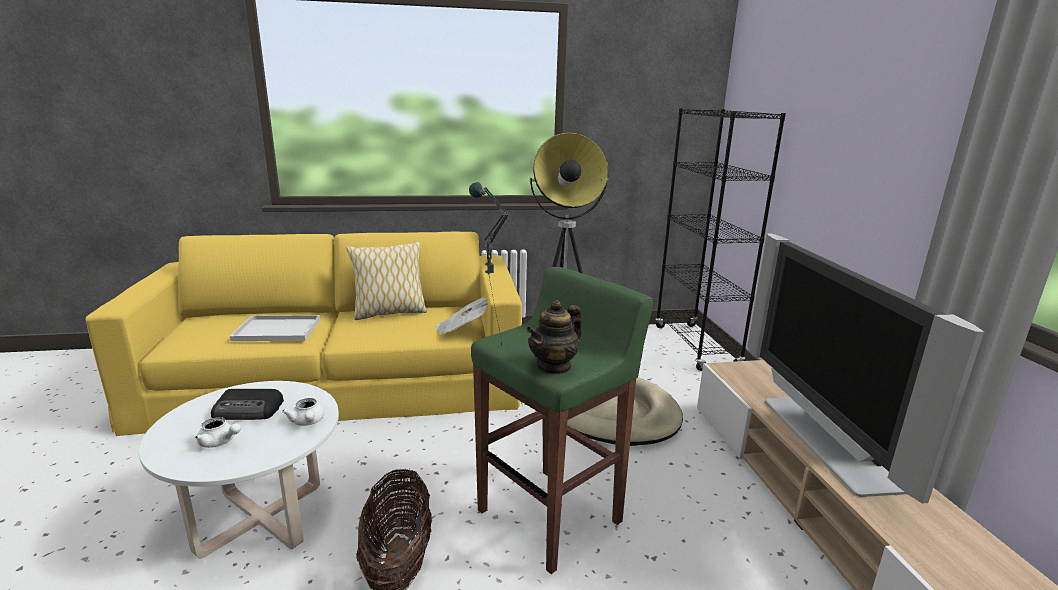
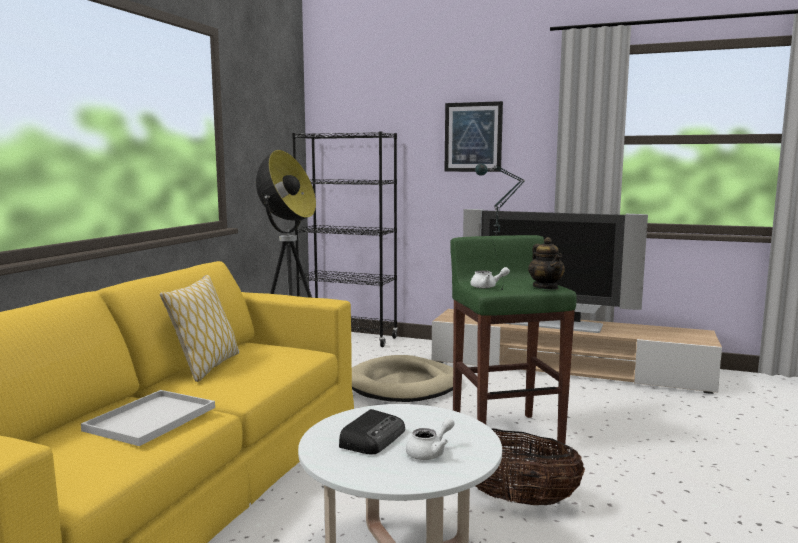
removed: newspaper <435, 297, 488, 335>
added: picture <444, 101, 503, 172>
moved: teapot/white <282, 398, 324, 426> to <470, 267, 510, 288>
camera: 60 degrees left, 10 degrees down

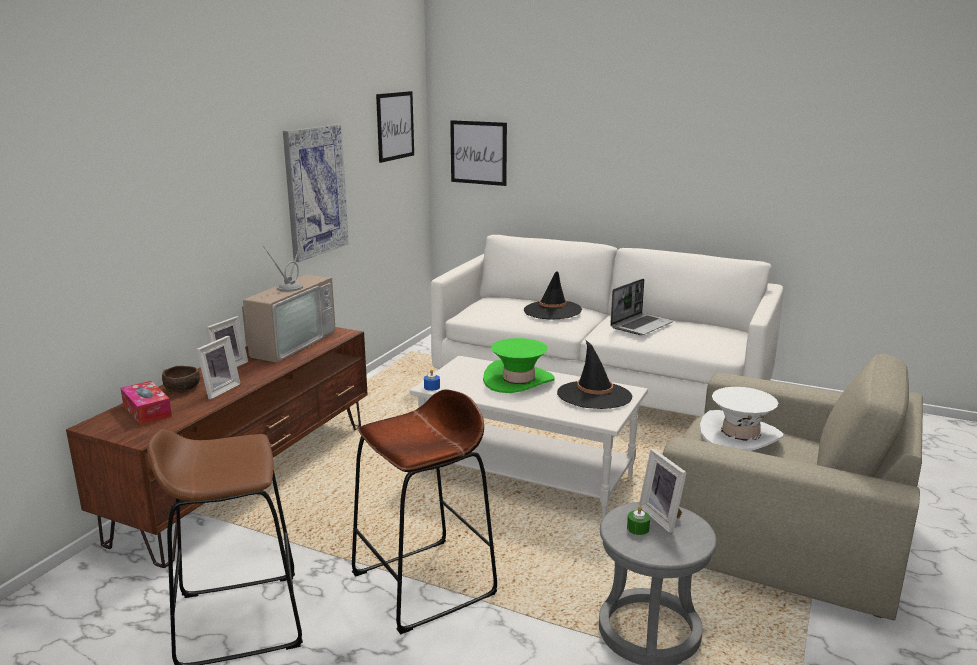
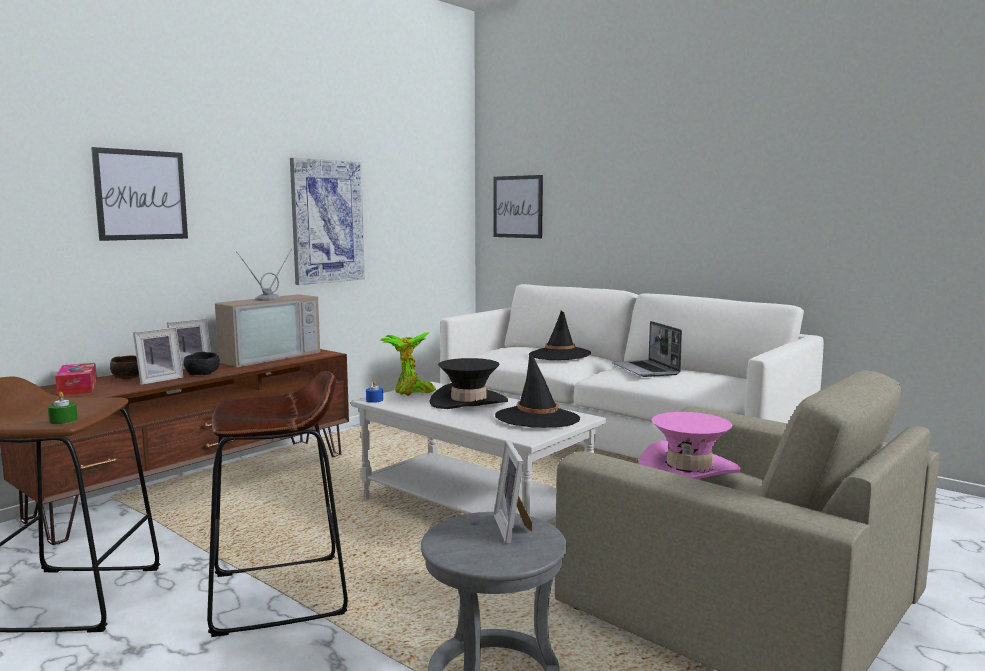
added: bowl/black <183, 352, 220, 375>; potted plant <379, 332, 436, 396>
moved: candle/green <627, 506, 650, 535> to <48, 392, 78, 424>; picture <376, 91, 414, 163> to <91, 147, 188, 241>
recoloured: hat/green <483, 338, 555, 393> to hat/black <429, 358, 508, 409>; hat/white <700, 387, 784, 451> to hat/pink <639, 412, 742, 479>
turned: laptop <610, 278, 674, 335> = <612, 321, 682, 377> 105 degrees clockwise
camera: 15 degrees right, 10 degrees down

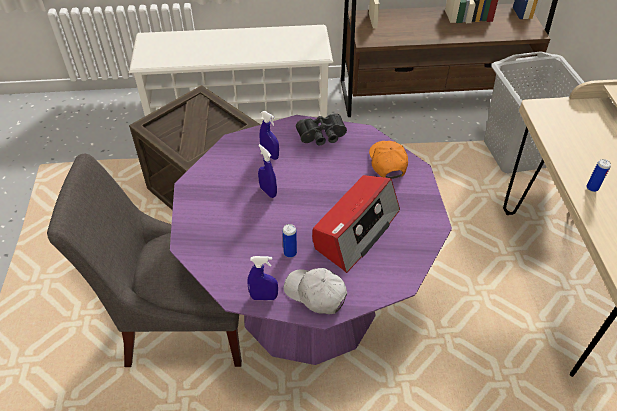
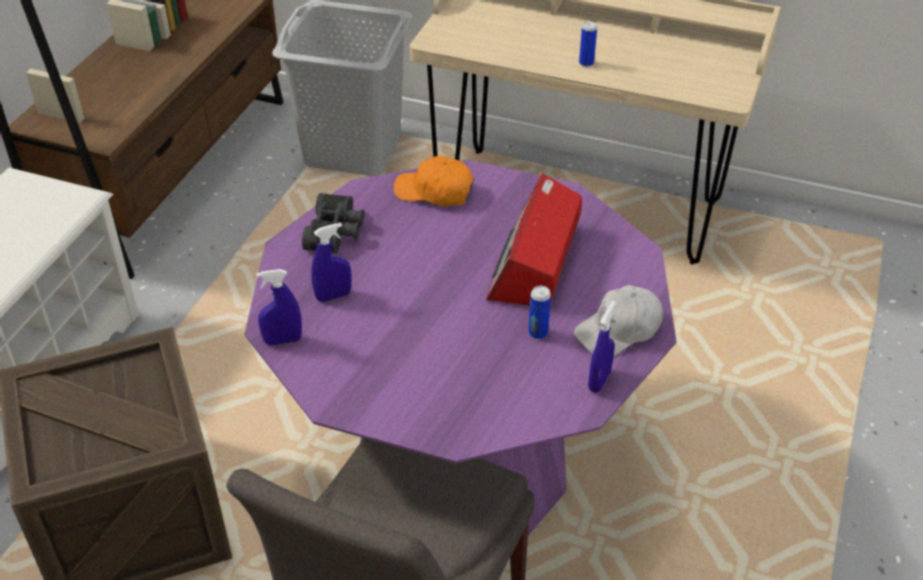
moved: spray bottle/blue <258, 144, 277, 198> to <256, 269, 302, 346>
turned: radio <312, 175, 400, 273> = <486, 174, 582, 305> 135 degrees counterclockwise
camera: 65 degrees left, 5 degrees down

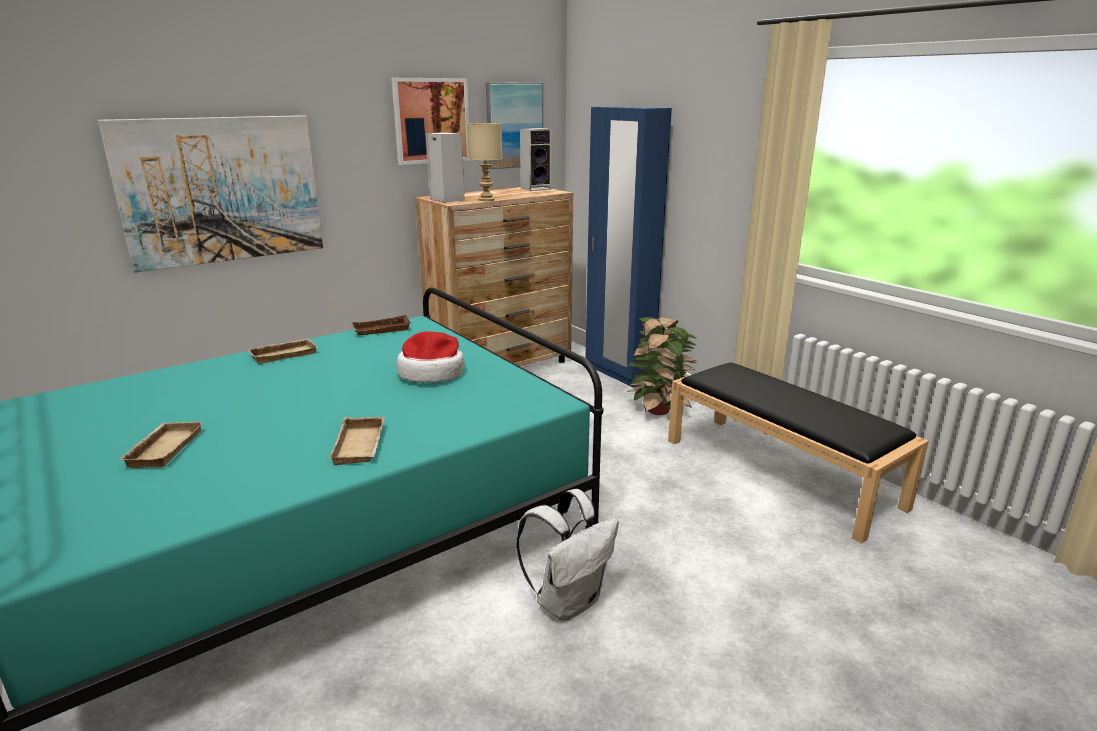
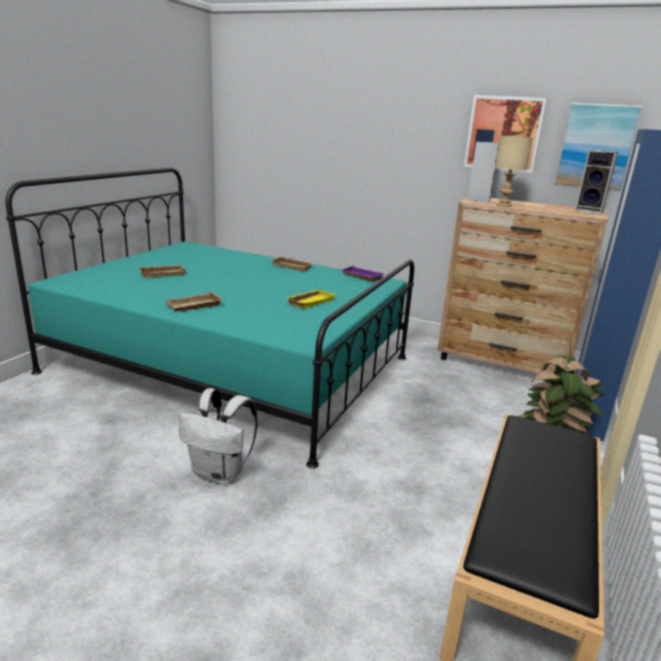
removed: picture <98, 115, 323, 273>
replaced: hat <396, 331, 464, 383> to tray/yellow <287, 290, 336, 309>
recoloured: tray/brown <352, 315, 411, 335> to tray/purple <341, 266, 384, 282>
camera: 60 degrees right, 0 degrees up

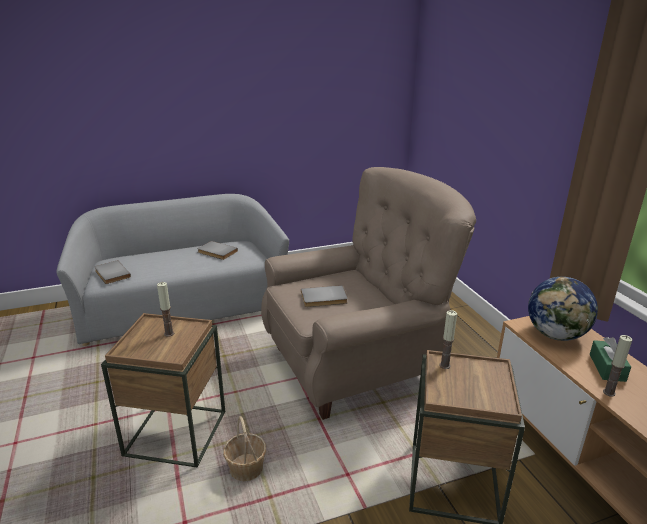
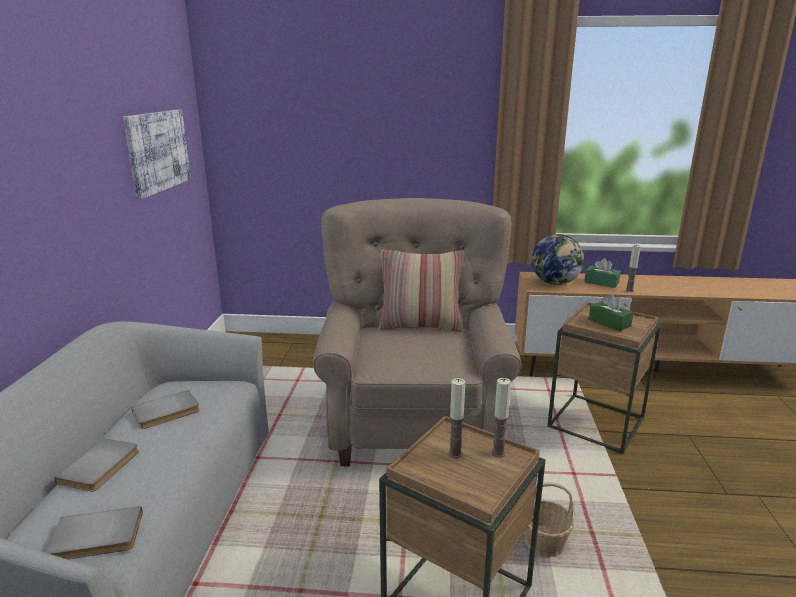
added: picture <123, 110, 191, 199>; pillow <379, 249, 464, 332>; tissue box/green <589, 294, 633, 332>
moved: book/grey <301, 285, 348, 307> to <54, 438, 139, 491>; candle <439, 310, 457, 369> to <491, 378, 511, 458>
camera: 65 degrees left, 5 degrees down

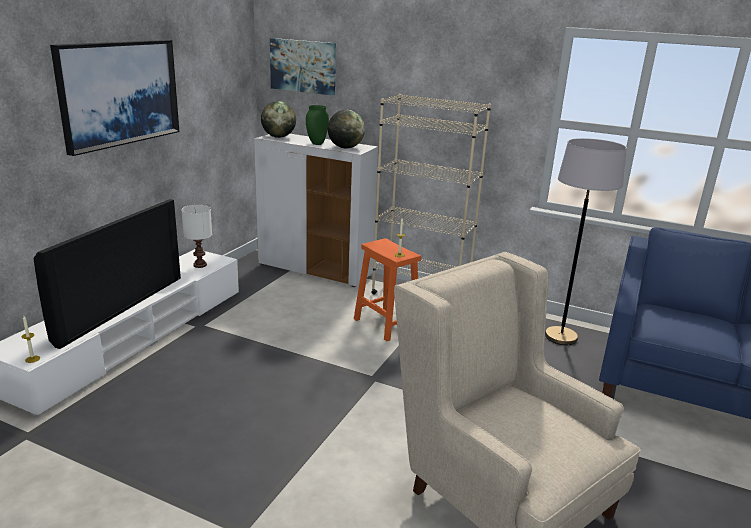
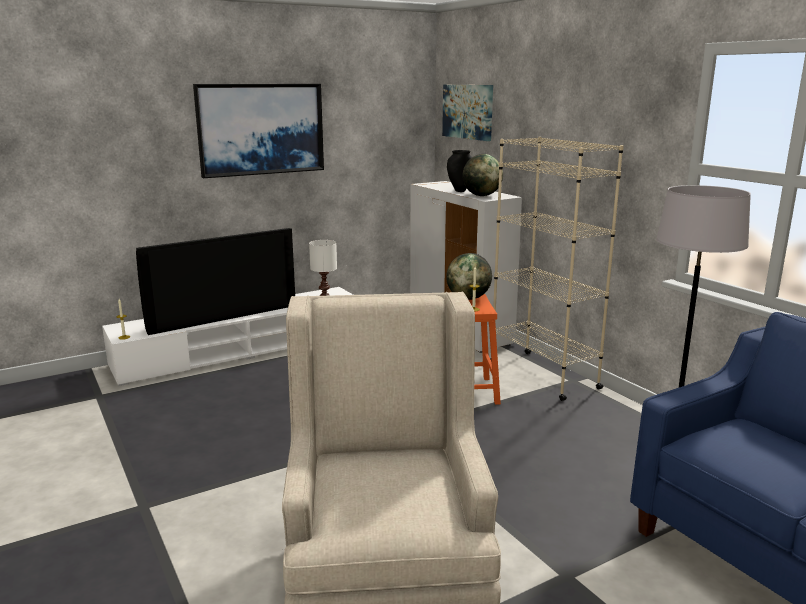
moved: globe <261, 101, 296, 138> to <446, 253, 492, 300>
recoloured: vase/green <306, 105, 329, 145> to vase/black <447, 150, 472, 192>
camera: 35 degrees right, 5 degrees down

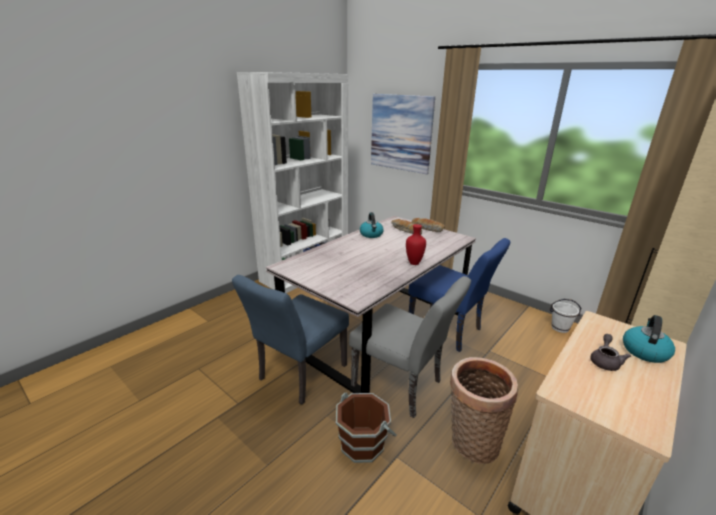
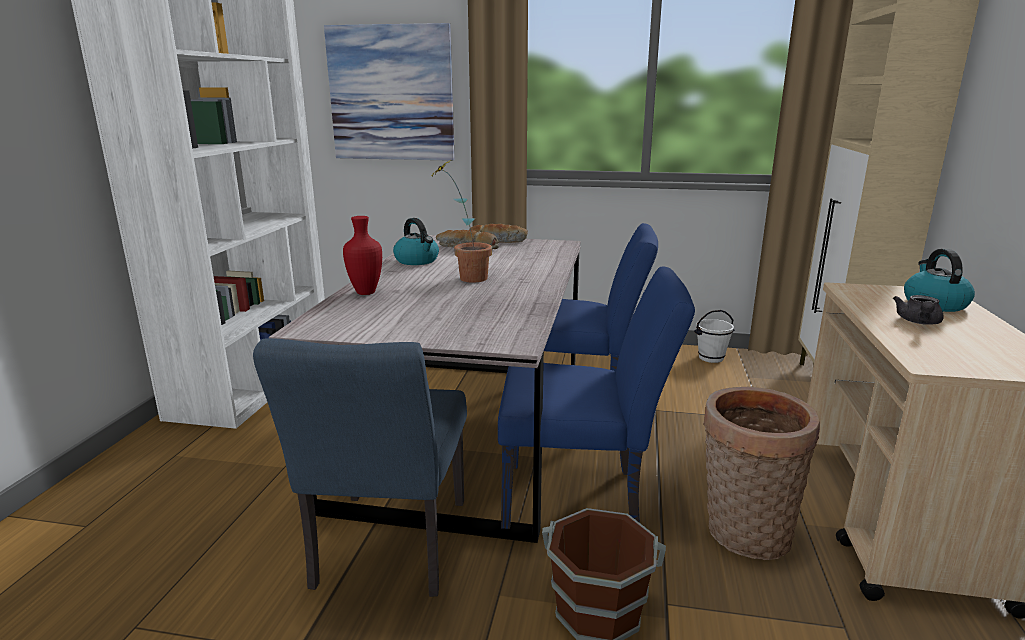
added: potted plant <431, 160, 492, 282>
moved: vase/red <406, 224, 426, 265> to <343, 216, 382, 295>
recoloured: chair/grey <349, 276, 471, 418> to chair/blue <498, 266, 695, 529>
turned: teapot/grey <590, 334, 631, 371> = <893, 295, 944, 325> 150 degrees counterclockwise
camera: 30 degrees left, 5 degrees down

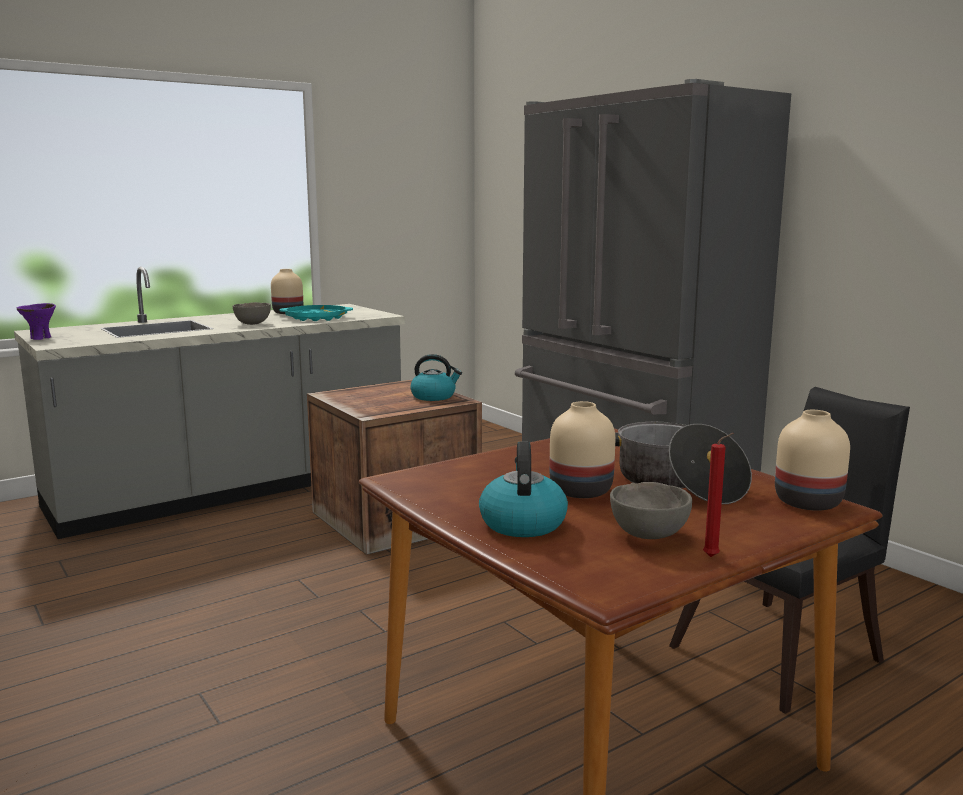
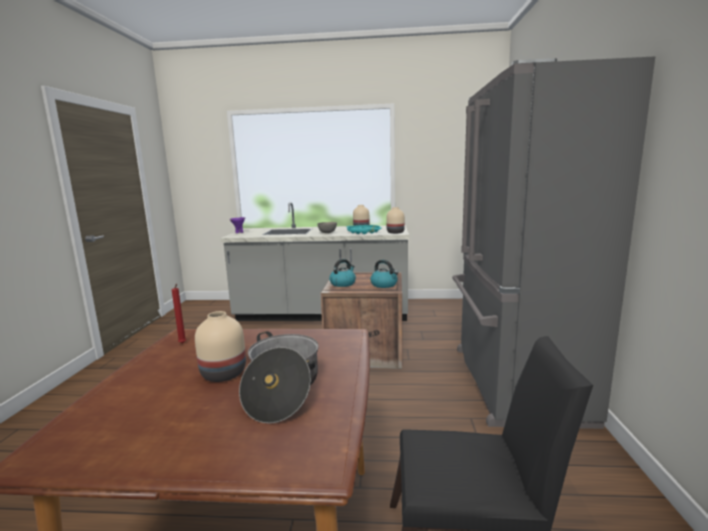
removed: bowl/grey <610, 482, 692, 539>
moved: candle/red <703, 433, 734, 557> to <172, 284, 186, 343>; kettle <479, 442, 568, 537> to <329, 259, 356, 287>; vase/beige <775, 410, 850, 511> to <386, 207, 405, 234>
camera: 40 degrees right, 0 degrees up

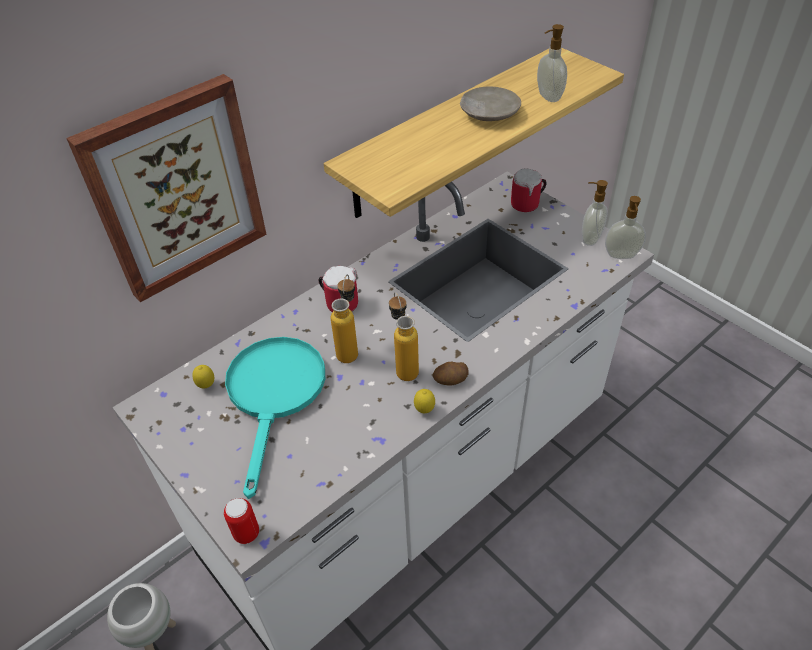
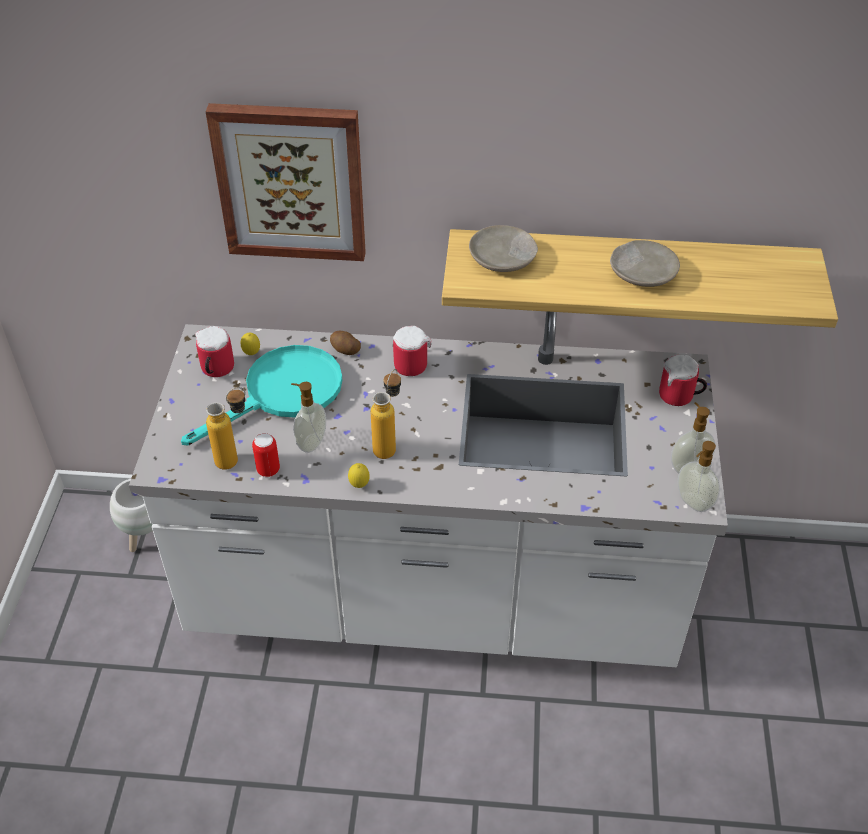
added: mug <195, 326, 234, 377>; plate/beige <469, 225, 538, 272>
moved: bottle <331, 274, 358, 363> to <206, 387, 246, 470>; can <224, 498, 259, 544> to <252, 433, 280, 477>; soap dispenser <537, 24, 567, 102> to <291, 382, 326, 453>; potato <433, 362, 468, 386> to <330, 331, 361, 355>
camera: 45 degrees right, 0 degrees up

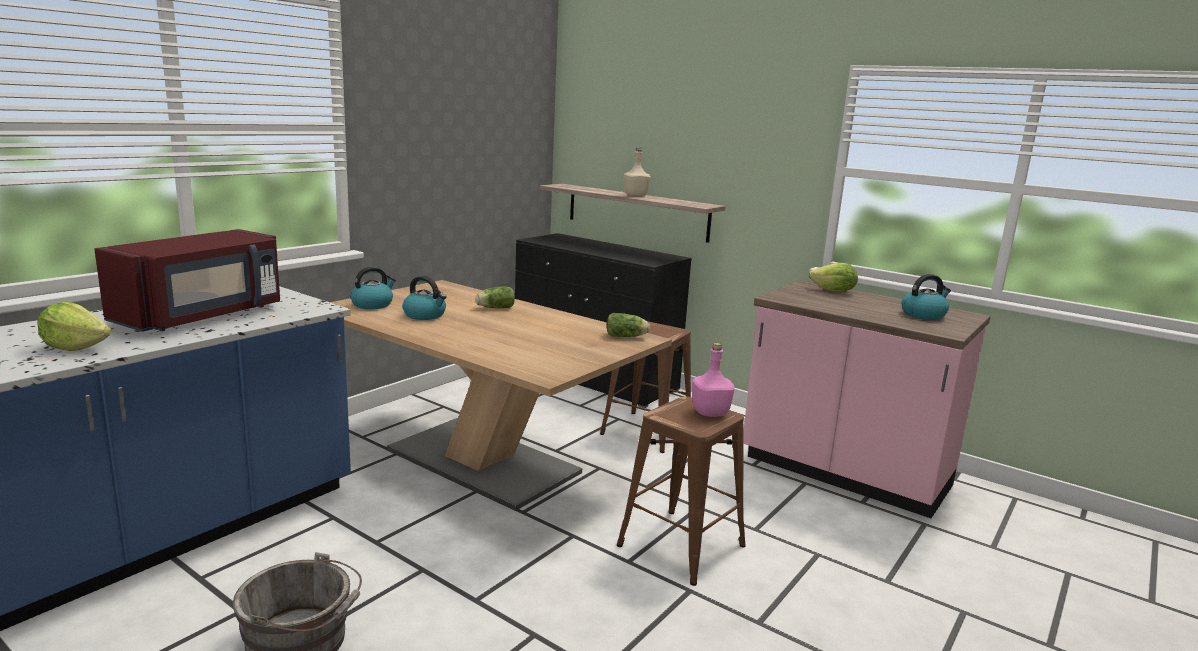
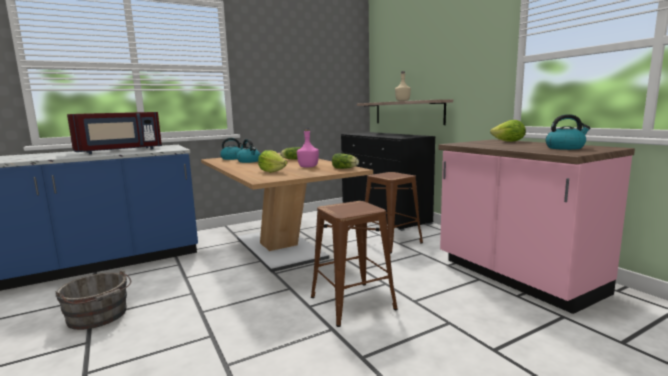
moved: lettuce <37, 302, 111, 351> to <258, 150, 287, 173>; bottle/pink <692, 343, 734, 417> to <297, 128, 319, 167>
camera: 25 degrees right, 5 degrees down

